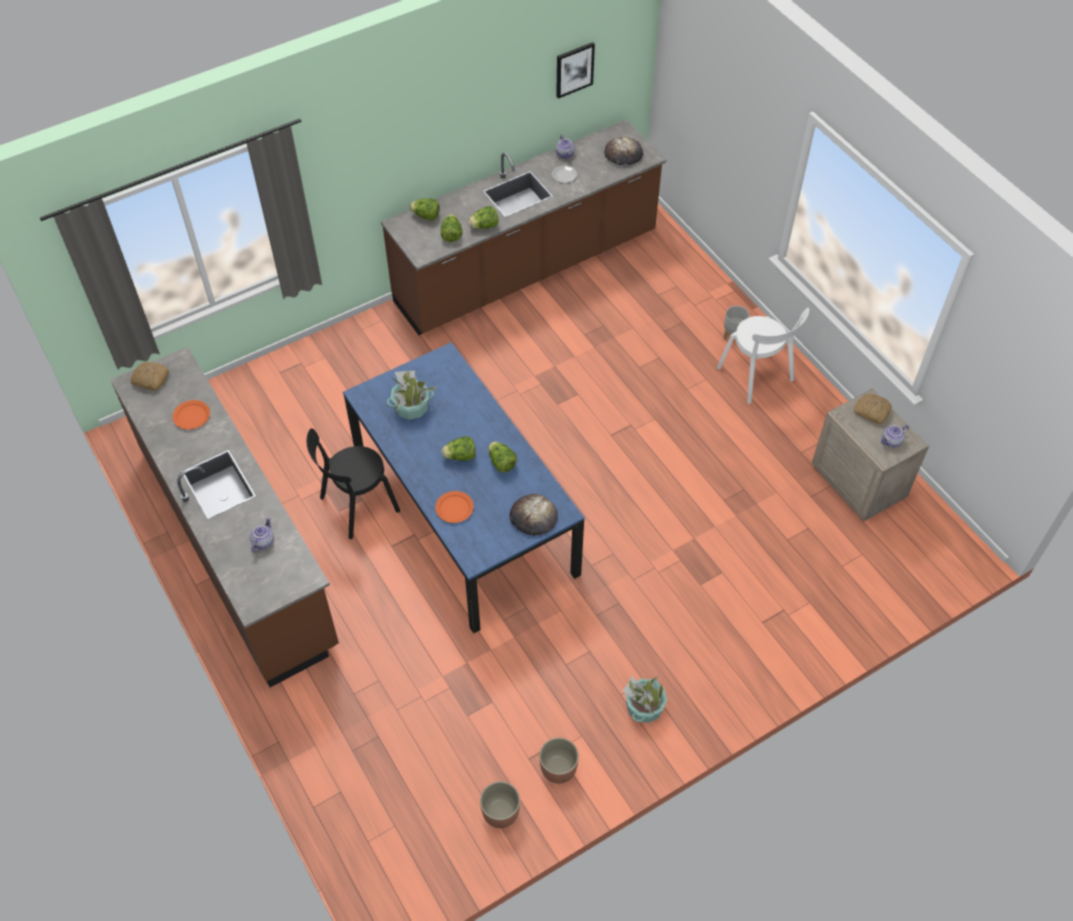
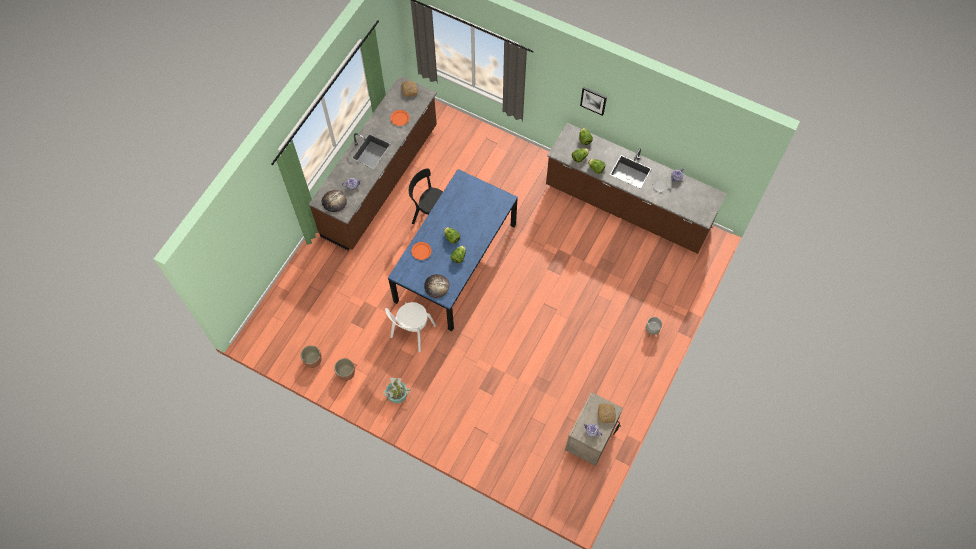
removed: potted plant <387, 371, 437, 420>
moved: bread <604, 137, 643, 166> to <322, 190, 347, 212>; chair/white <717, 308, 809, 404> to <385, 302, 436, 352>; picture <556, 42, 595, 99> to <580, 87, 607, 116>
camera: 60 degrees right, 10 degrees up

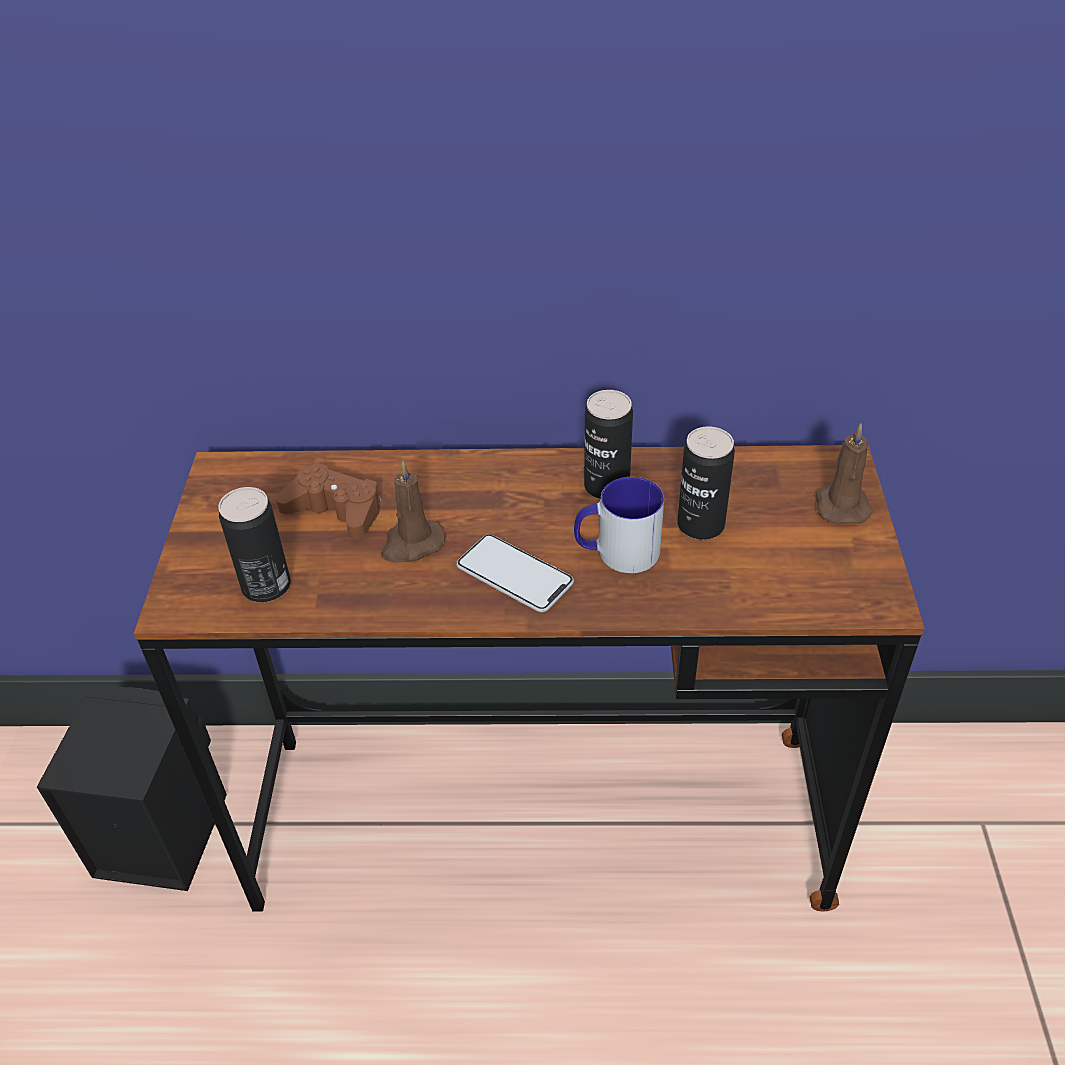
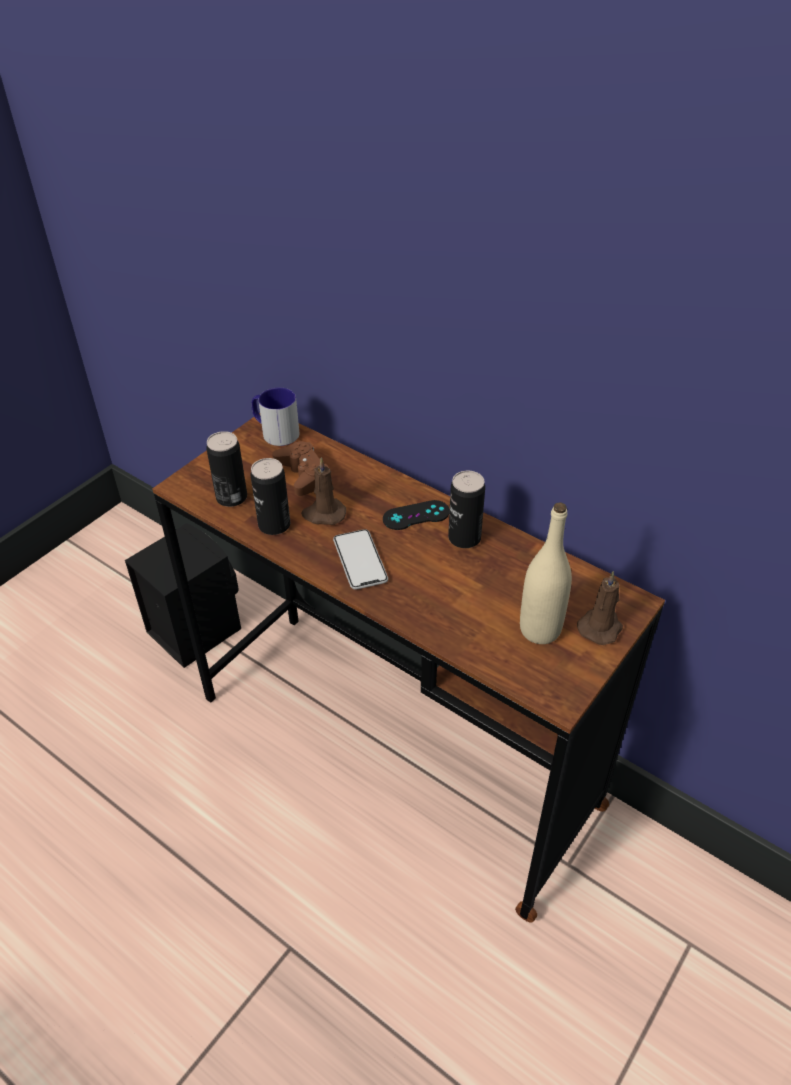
added: game controller/black <383, 500, 450, 530>; bottle/beige <520, 502, 572, 644>
moved: can <678, 426, 735, 540> to <250, 458, 290, 535>; mug <574, 477, 664, 573> to <251, 387, 300, 446>
camera: 35 degrees right, 0 degrees up

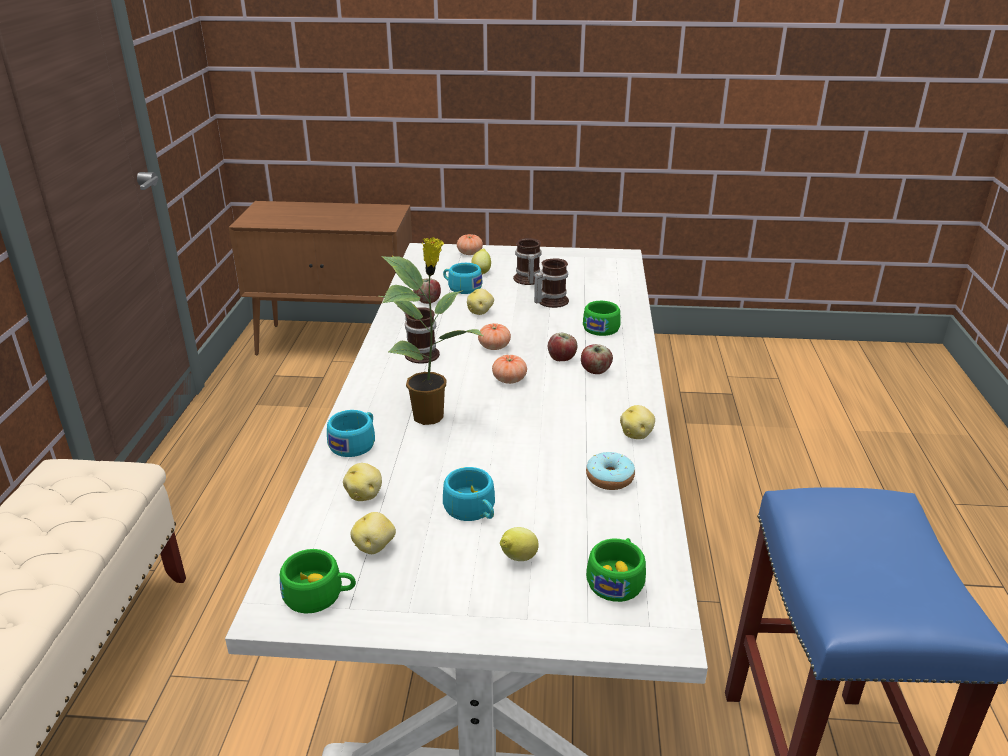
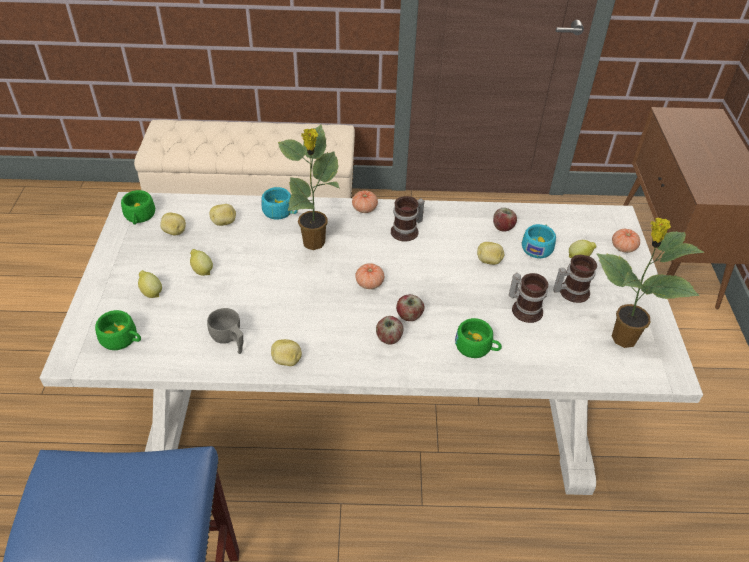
added: potted plant <597, 218, 704, 348>
moved: tomato <478, 323, 511, 350> to <352, 190, 378, 213>
replaced: cup/turquoise <443, 467, 495, 521> to lemon <190, 249, 213, 276>; donut <586, 452, 635, 490> to cup/grey <207, 308, 243, 354>
camera: 85 degrees right, 15 degrees up

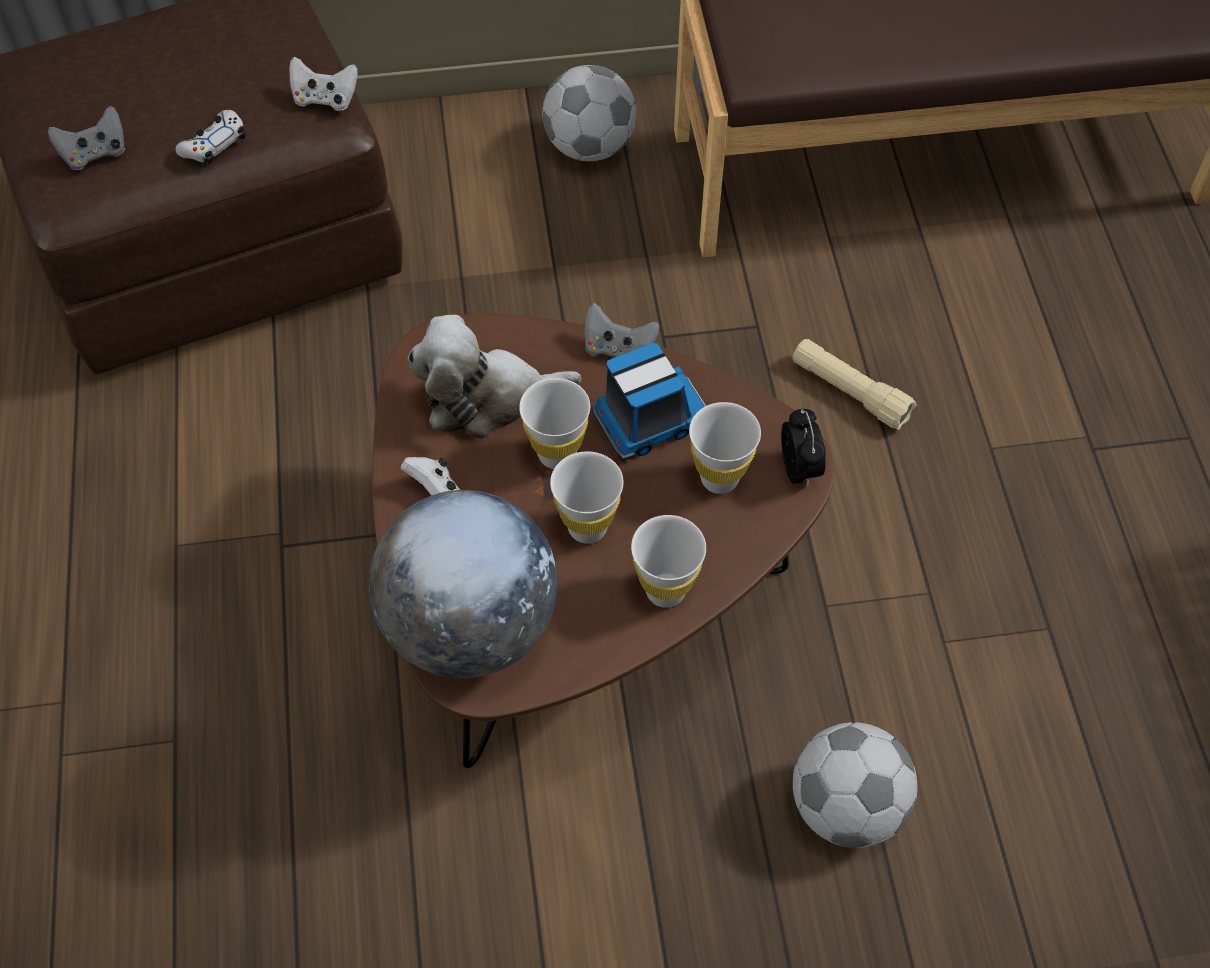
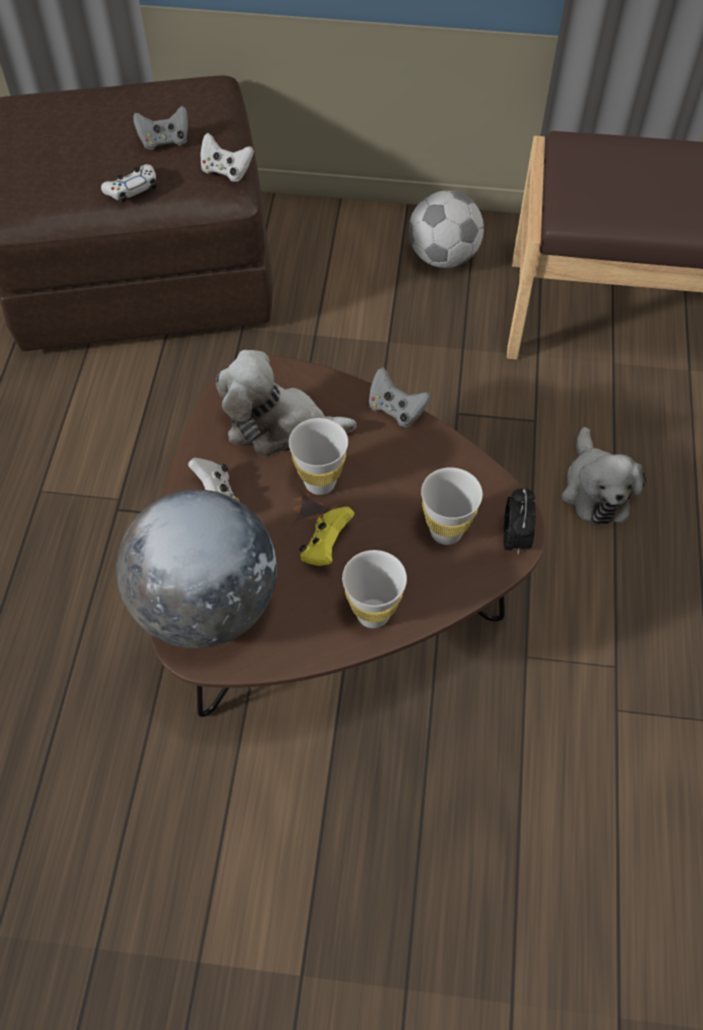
removed: toy truck <591, 343, 706, 461>; football <793, 722, 917, 848>
moved: game controller/grey <48, 106, 125, 170> to <133, 106, 188, 150>
replaced: cup/white <550, 451, 623, 544> to game controller/yellow <299, 507, 355, 566>; flashlight/beige <792, 339, 917, 430> to plush toy <561, 427, 646, 525>
camera: 15 degrees right, 0 degrees up

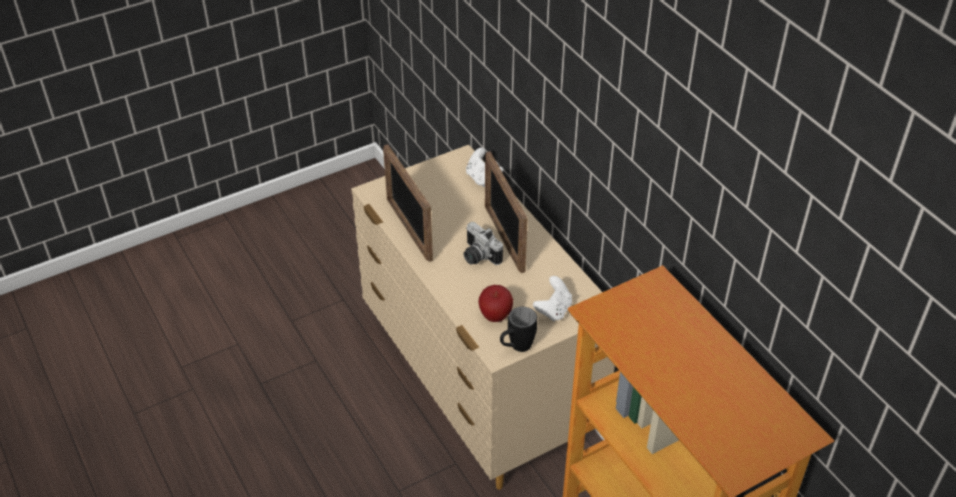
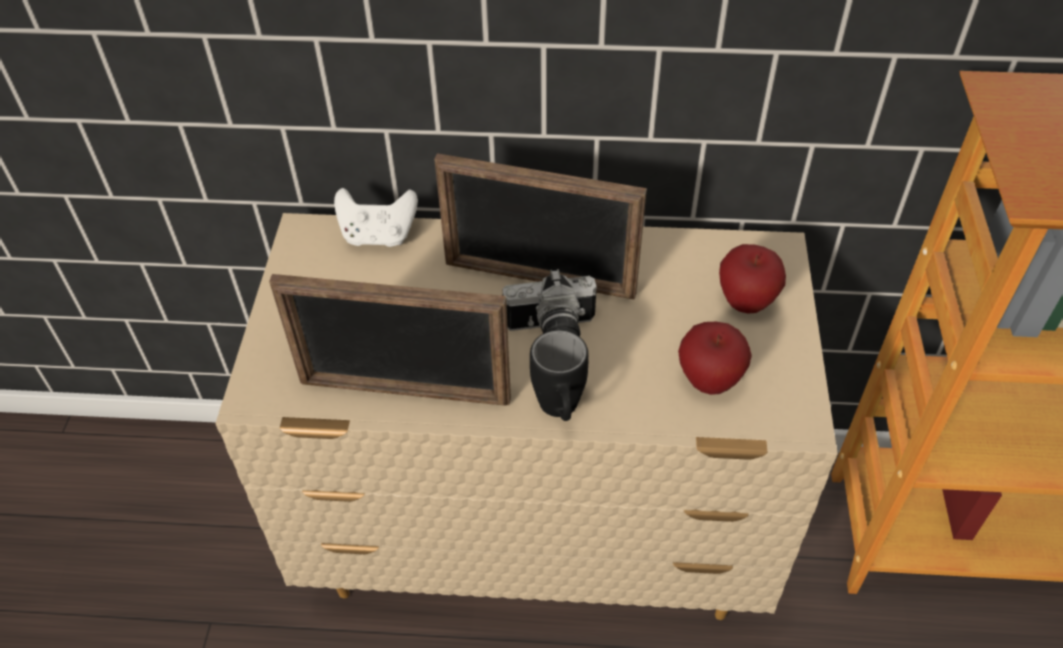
moved: mug/black <500, 307, 537, 352> to <530, 330, 589, 421>
replaced: game controller/white <533, 276, 572, 322> to apple <719, 244, 786, 314>
camera: 55 degrees left, 5 degrees up

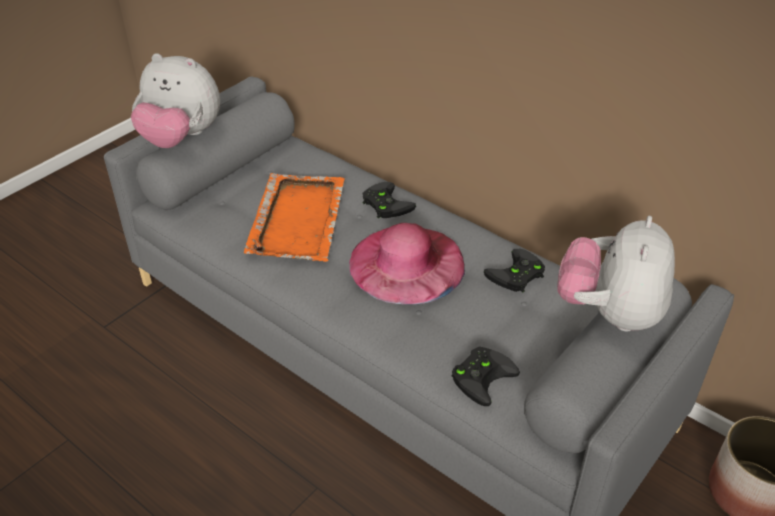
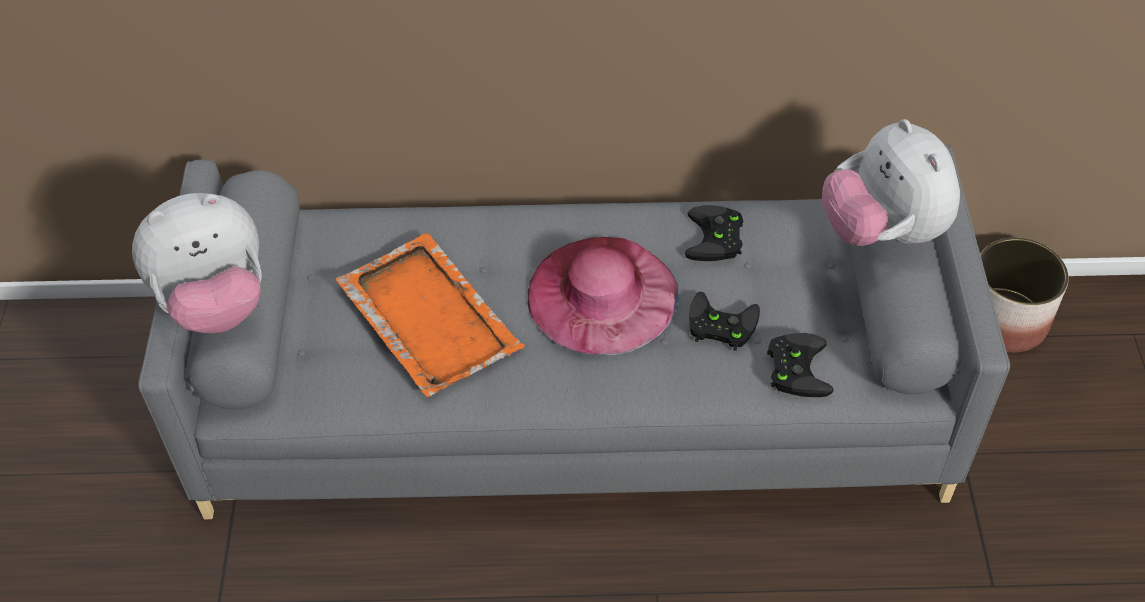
moved: game controller/black <362, 182, 416, 219> to <689, 292, 760, 351>
camera: 40 degrees left, 10 degrees up

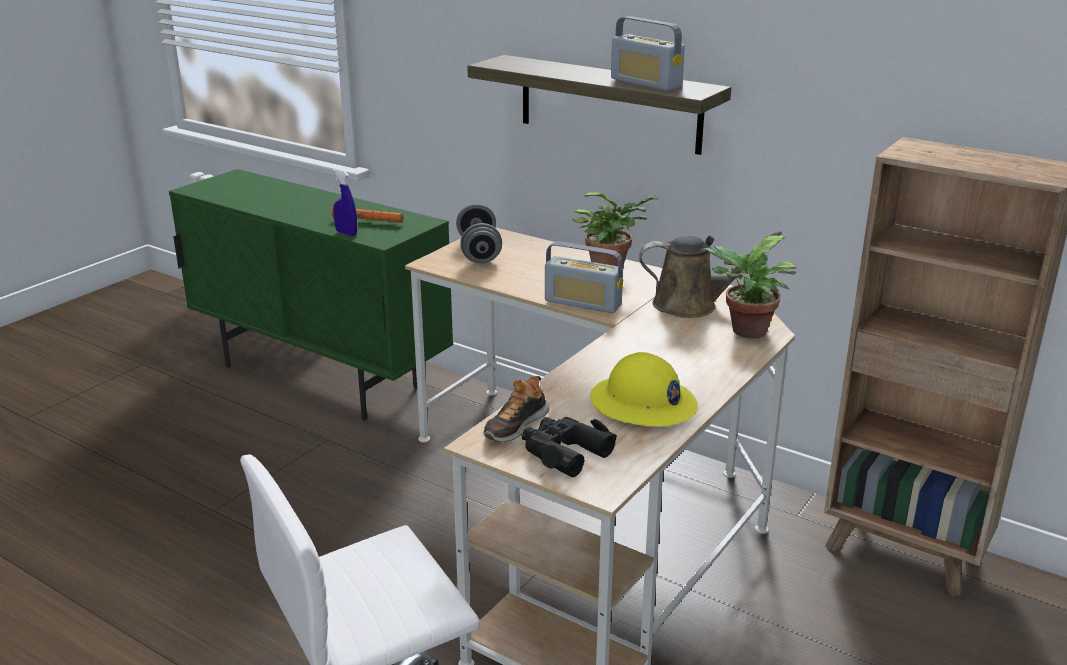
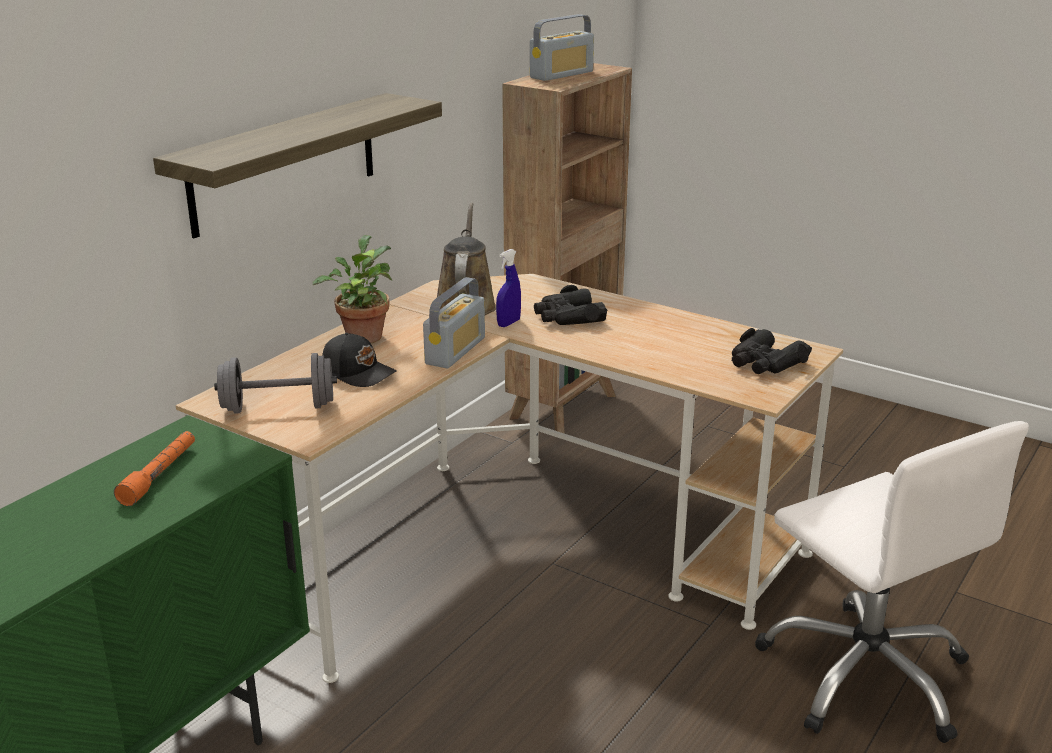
removed: shoe <484, 376, 550, 442>; hard hat/yellow <590, 352, 698, 427>; potted plant <701, 235, 796, 338>
added: cap/black <322, 333, 397, 387>; binoculars/black <534, 285, 607, 325>
moved: spray bottle/blue <333, 169, 357, 236> to <496, 249, 521, 327>; radio <611, 16, 685, 91> to <530, 14, 594, 81>
camera: 90 degrees left, 0 degrees up

